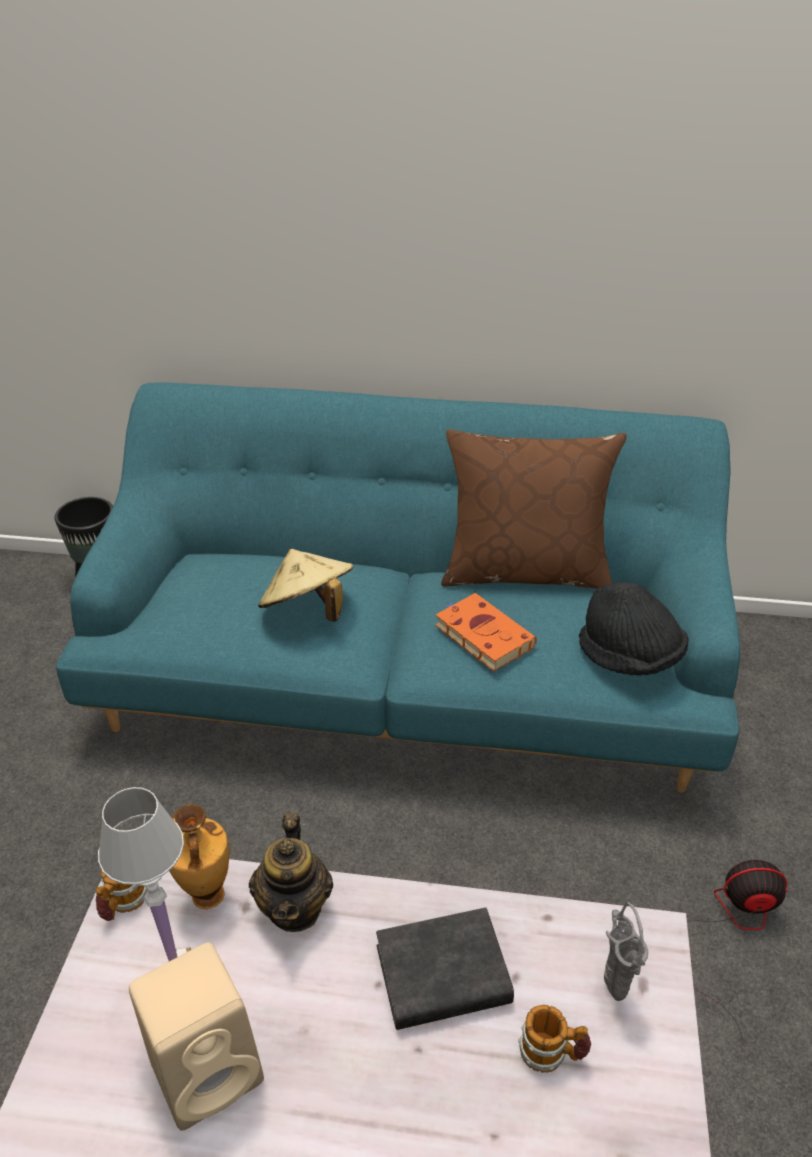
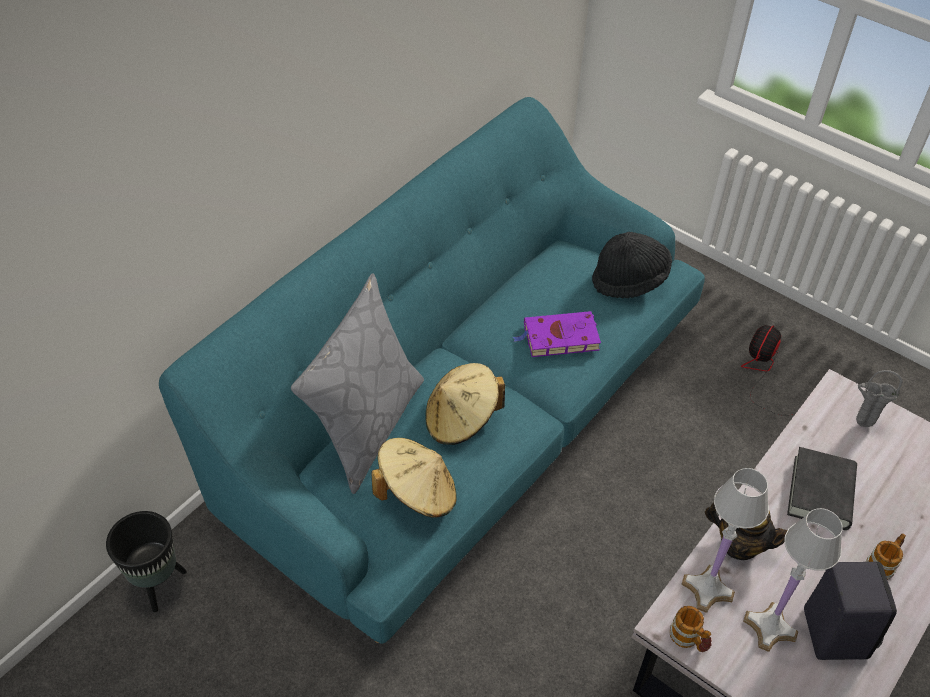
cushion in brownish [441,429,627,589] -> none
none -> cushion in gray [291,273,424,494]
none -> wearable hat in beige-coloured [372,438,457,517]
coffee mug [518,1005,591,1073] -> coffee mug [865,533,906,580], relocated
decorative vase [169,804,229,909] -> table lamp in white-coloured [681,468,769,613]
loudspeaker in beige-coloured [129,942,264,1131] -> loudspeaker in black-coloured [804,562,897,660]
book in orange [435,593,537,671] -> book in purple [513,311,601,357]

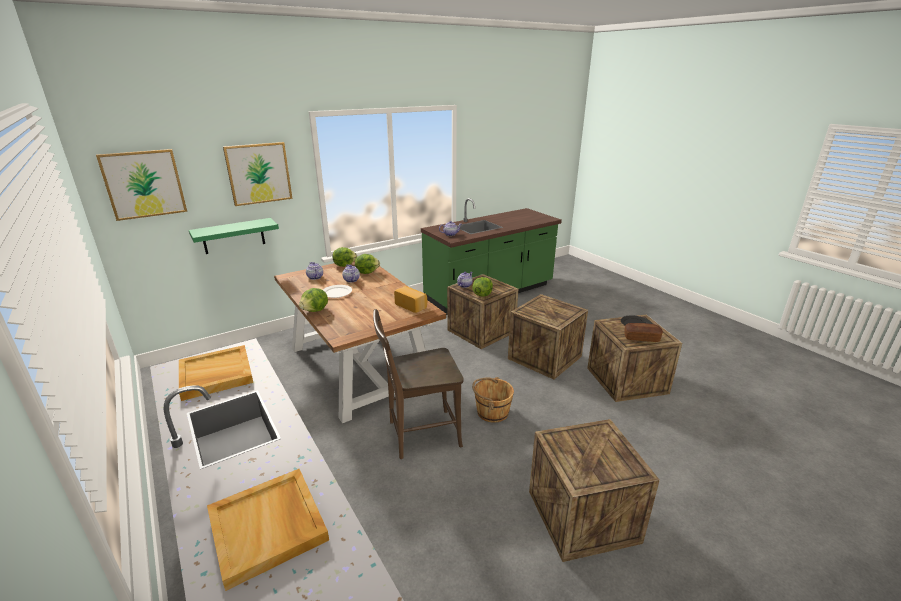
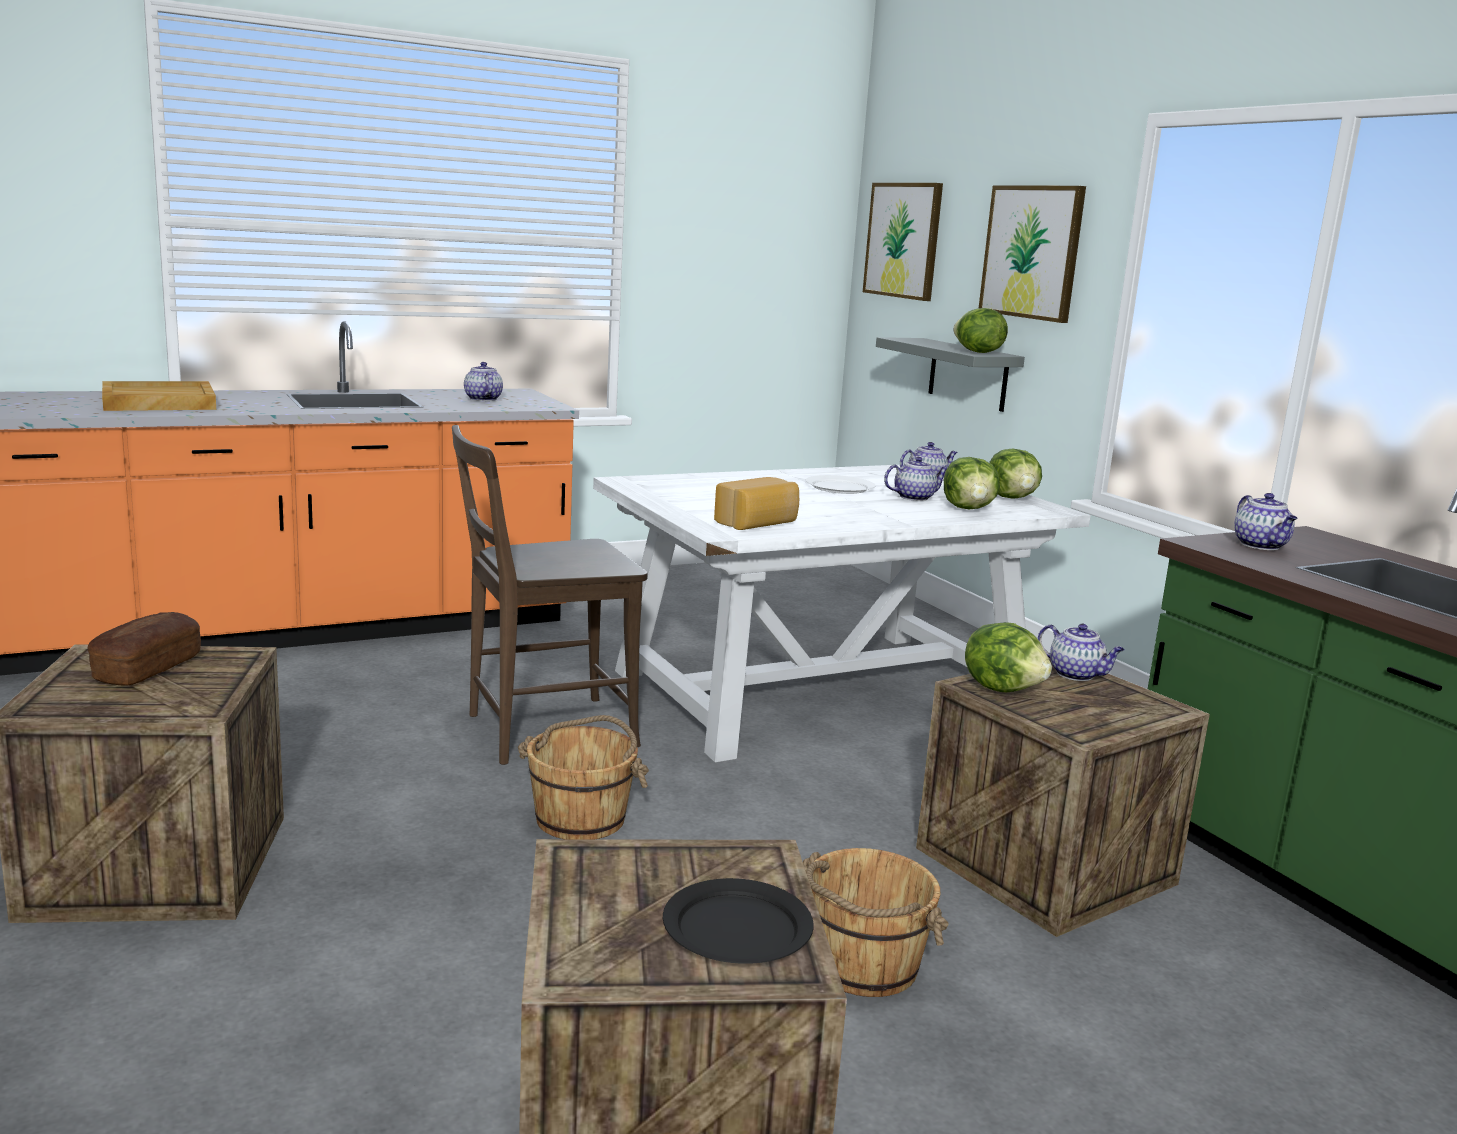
lettuce head [299,288,328,312] -> lettuce head [953,308,1008,353], relocated
bakery bread [624,323,663,342] -> bakery bread [87,612,201,686], relocated
serving tray in beige-coloured [179,345,253,401] -> tea pot [464,362,503,401]
crate [508,294,588,379] -> pail in brownish [803,848,949,997]
bracket shelf in green [189,218,279,254] -> bracket shelf in gray [876,337,1025,412]
kitchen table in brownish [274,261,446,423] -> kitchen table in white-coloured [593,464,1091,762]
plain chair in brownish [373,309,464,459] -> plain chair in brownish [452,425,648,765], 105 degrees counterclockwise

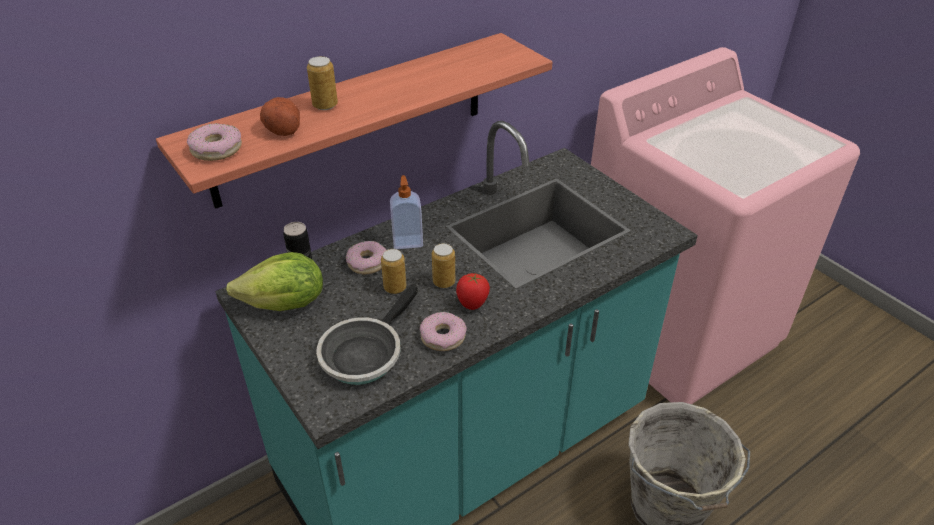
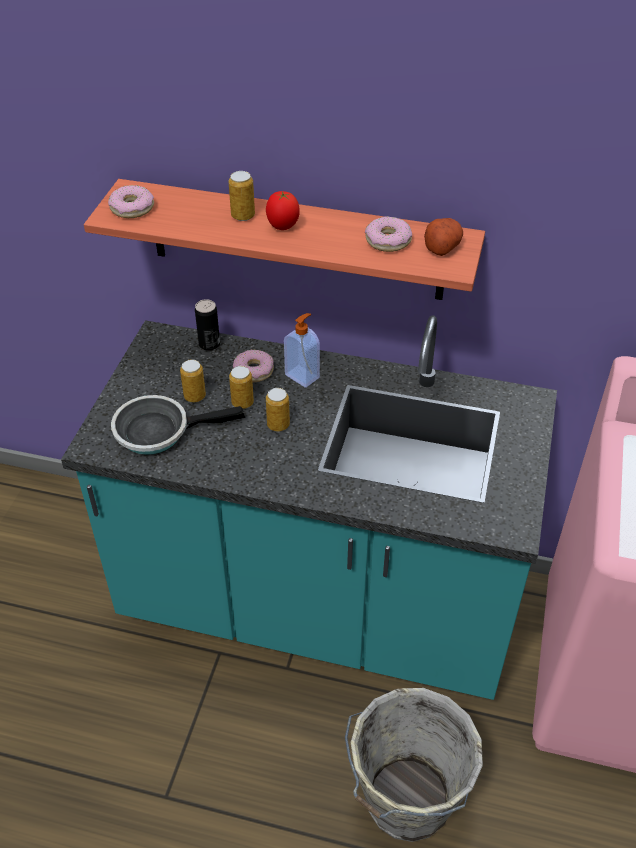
lettuce head [226,252,323,311] -> none
none -> sealed can [180,360,206,402]
potato [260,97,300,136] -> potato [424,218,463,256], relocated
doughnut [420,312,467,351] -> doughnut [365,216,412,252], relocated
tomato [456,273,490,310] -> tomato [266,191,300,230], relocated

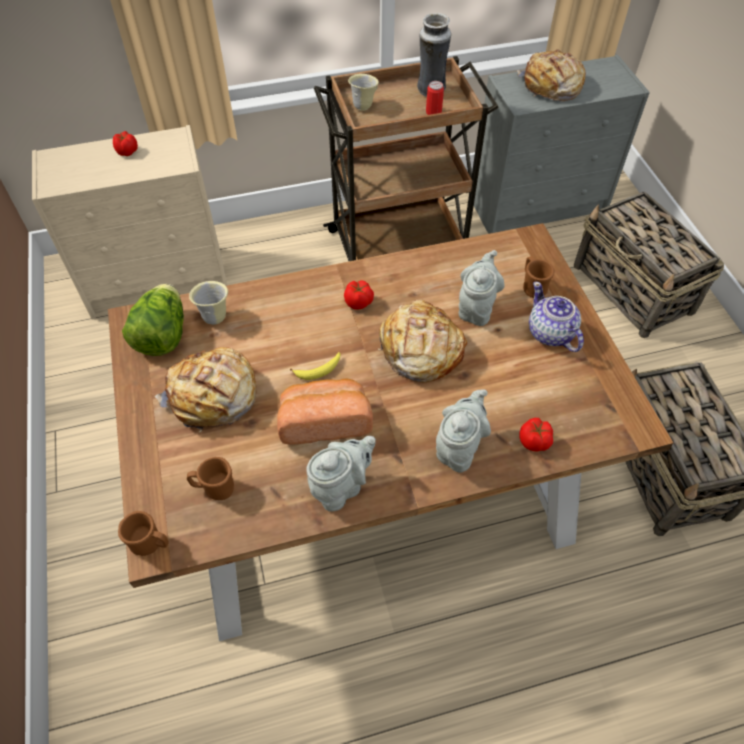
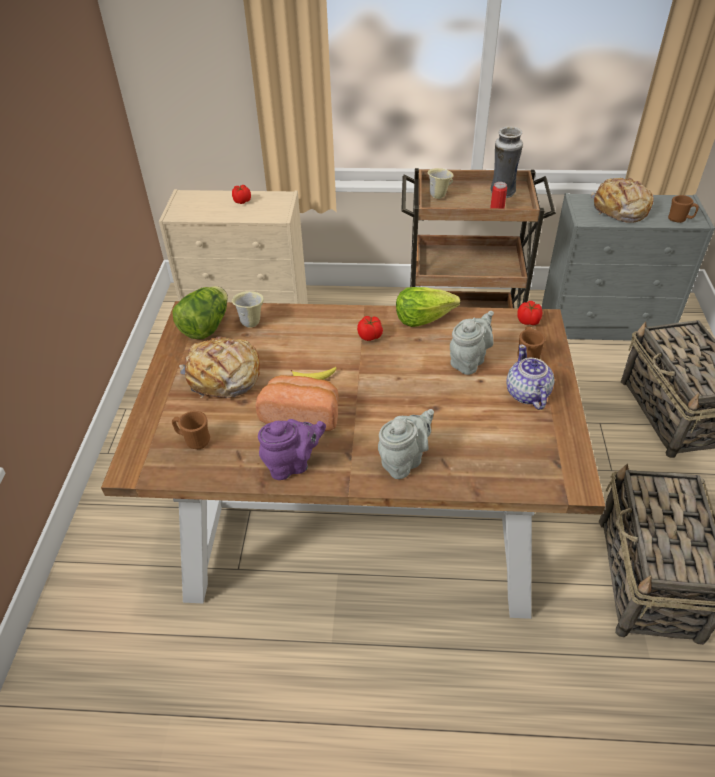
bakery bread [378,300,467,382] -> none
none -> lettuce head [396,287,460,327]
coffee mug in brownish [118,511,169,556] -> coffee mug in brownish [668,195,699,223], relocated
tomato [519,418,553,452] -> tomato [517,301,542,325], relocated
tea pot in gray [306,436,376,512] -> tea pot in purple [258,419,326,480]

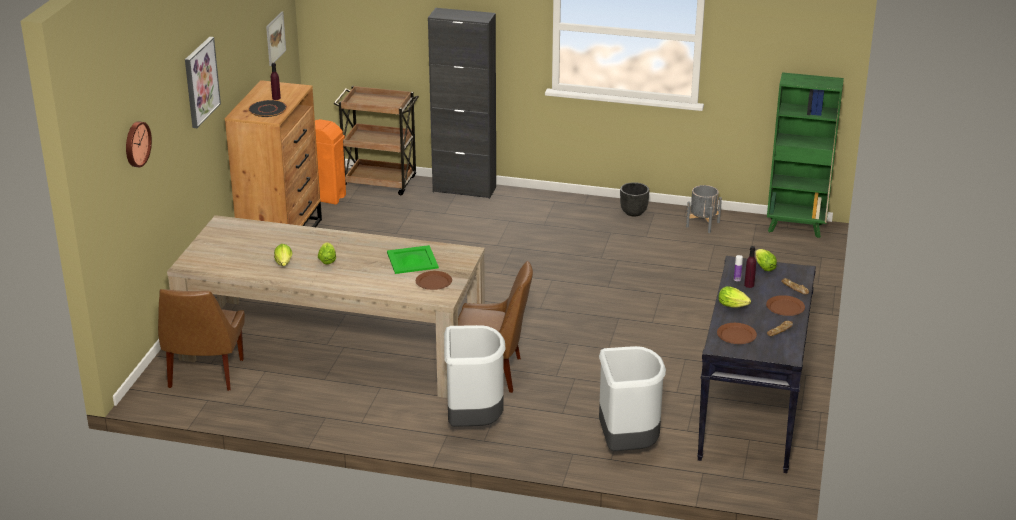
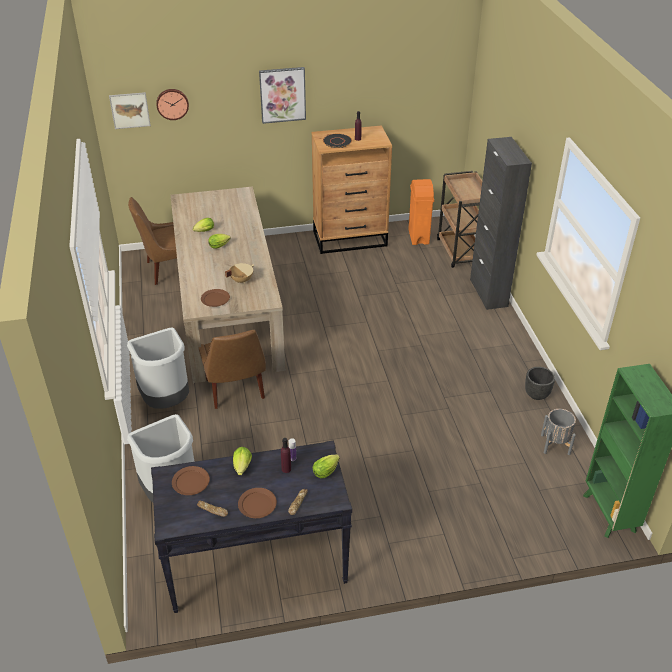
picture [266,11,286,66] -> picture [109,92,151,129], relocated
serving tray in green [387,245,439,274] -> saucepot in beige-coloured [225,263,254,283]

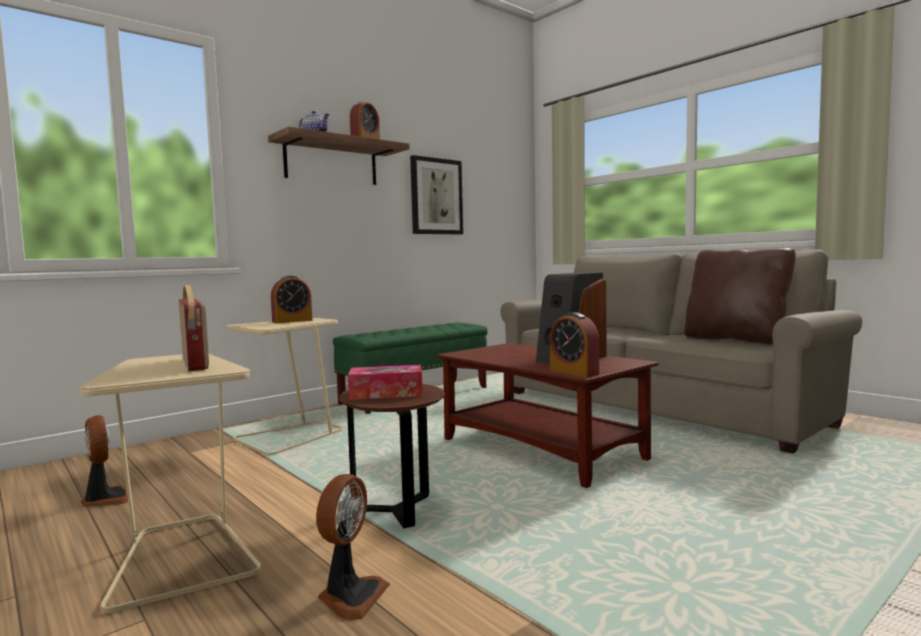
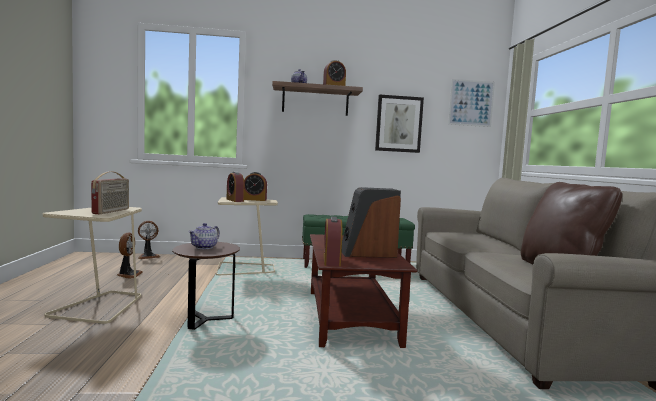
none -> alarm clock [227,172,244,202]
none -> picture [448,79,495,127]
cooling fan [316,474,390,621] -> cooling fan [138,221,160,259], relocated
tissue box [348,365,423,400] -> tea pot [188,223,220,249]

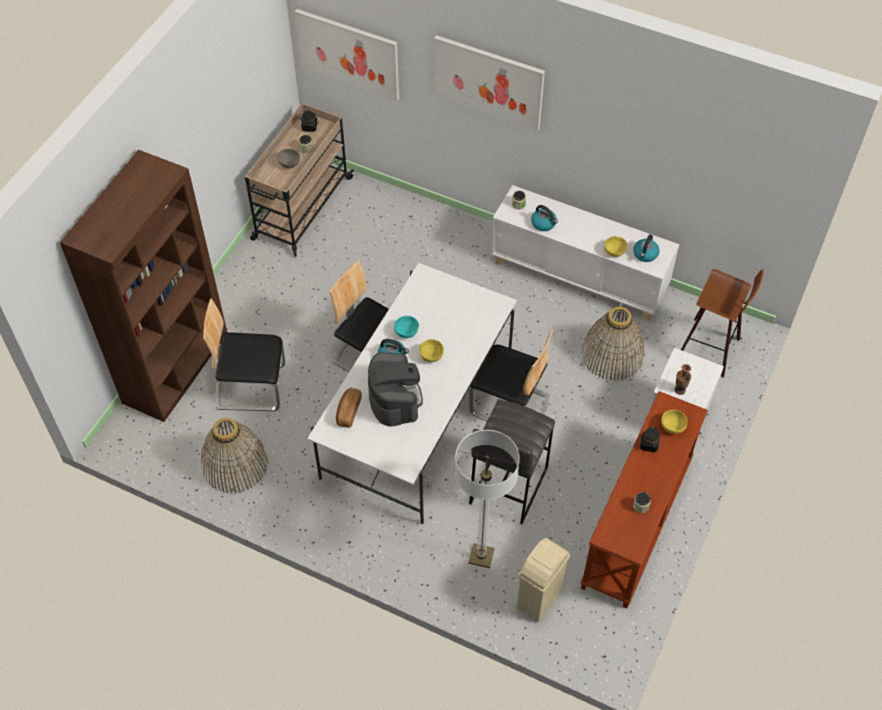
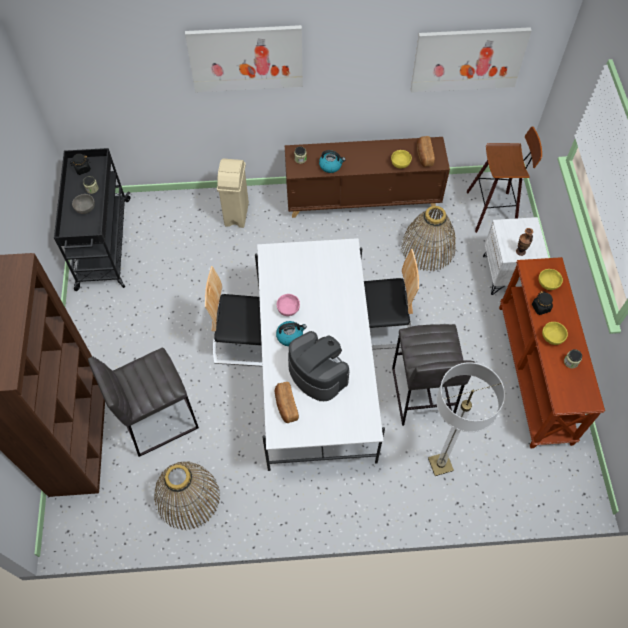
picture [295,9,399,101] -> picture [411,27,532,93], relocated
bowl in yellow [419,339,444,363] -> bowl in yellow [542,322,568,345], relocated
trash can in beige-coloured [516,538,570,622] -> trash can in beige-coloured [217,159,249,228], relocated
plain chair [203,298,285,411] -> stool in gray [88,348,199,457]
water kettle [633,234,659,262] -> bakery bread [417,136,435,167]
cart in beige-coloured [245,103,354,257] -> cart in black-coloured [54,148,131,291]
bowl in turquoise-coloured [394,316,419,338] -> bowl in pinkish [277,294,300,316]
cabinet in white-coloured [491,185,679,321] -> cabinet in brownish [285,137,450,218]

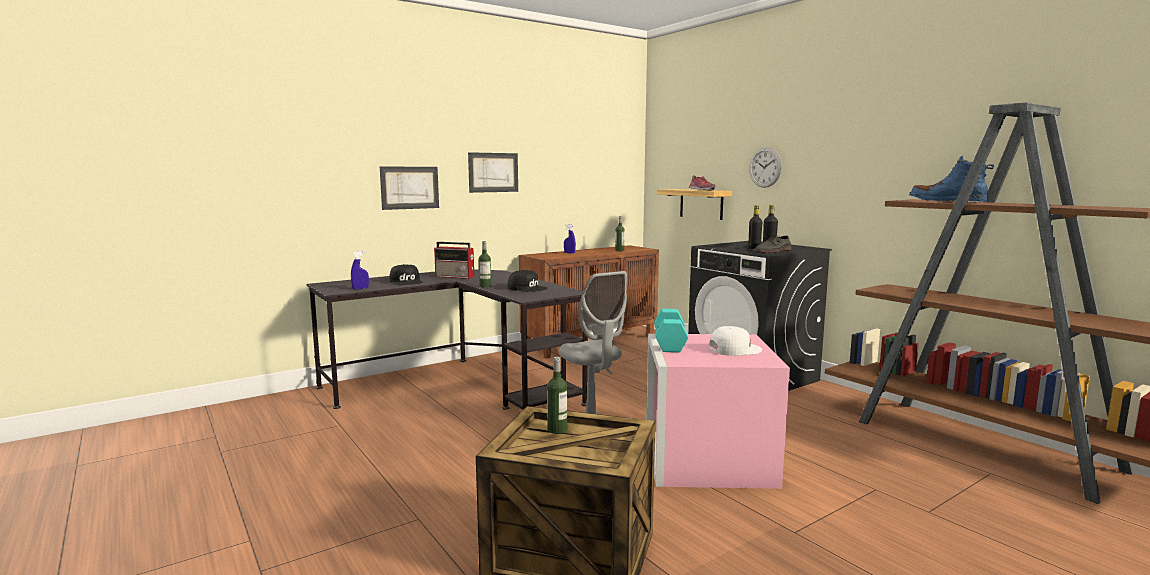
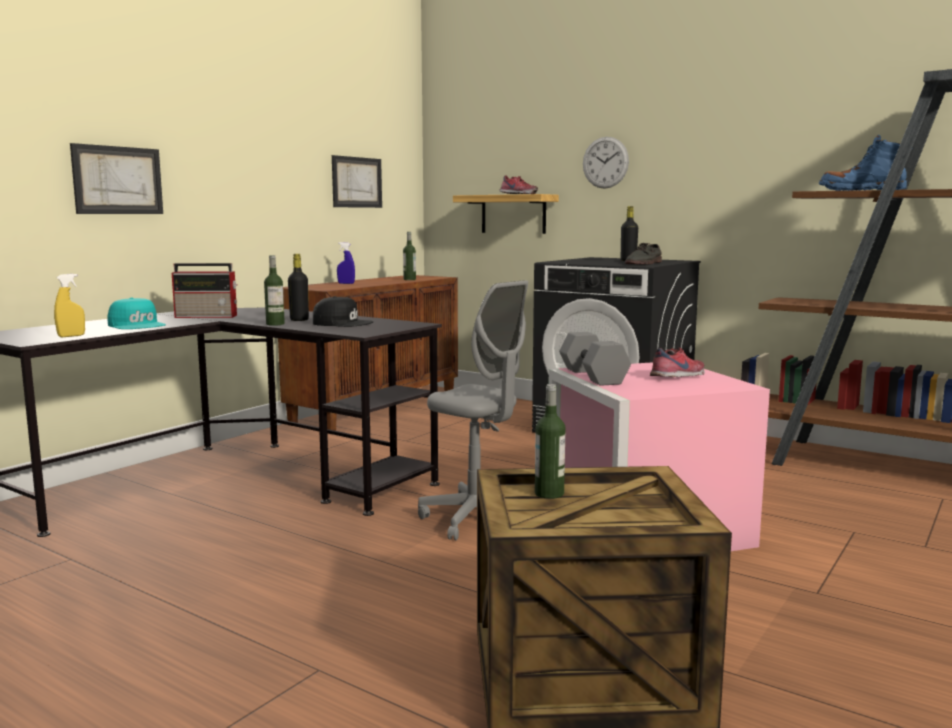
picture [468,152,518,193] -> picture [332,155,382,208], relocated
drink bottle in black-coloured [748,205,762,249] -> drink bottle in black-coloured [288,254,309,321], relocated
baseball cap in white-coloured [709,326,762,356] -> low shoe [650,347,705,377]
spray bottle in blue-coloured [351,251,369,289] -> spray bottle in yellow [54,274,85,337]
baseball cap in black-coloured [389,264,422,285] -> baseball cap in turquoise-coloured [108,297,166,329]
free weight in turquoise-coloured [654,309,688,352] -> free weight in gray [559,332,631,386]

